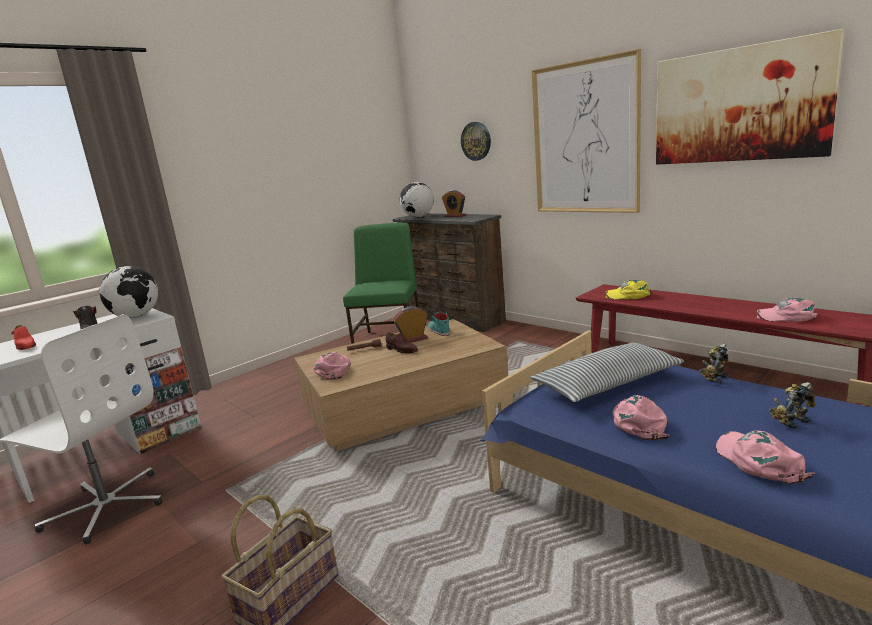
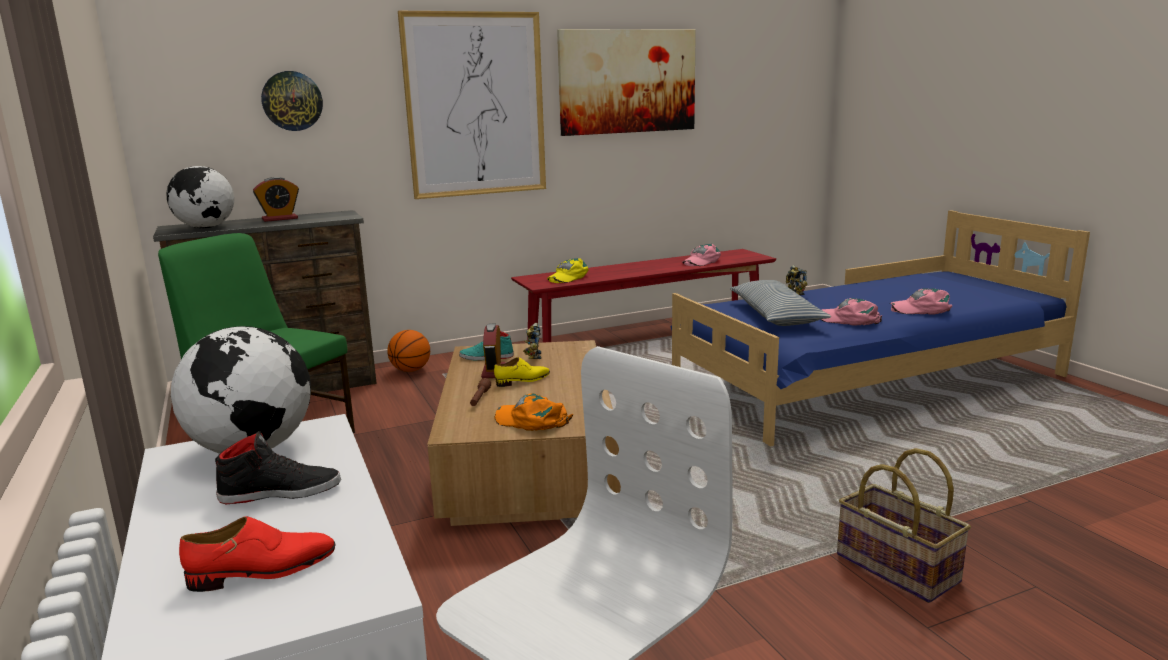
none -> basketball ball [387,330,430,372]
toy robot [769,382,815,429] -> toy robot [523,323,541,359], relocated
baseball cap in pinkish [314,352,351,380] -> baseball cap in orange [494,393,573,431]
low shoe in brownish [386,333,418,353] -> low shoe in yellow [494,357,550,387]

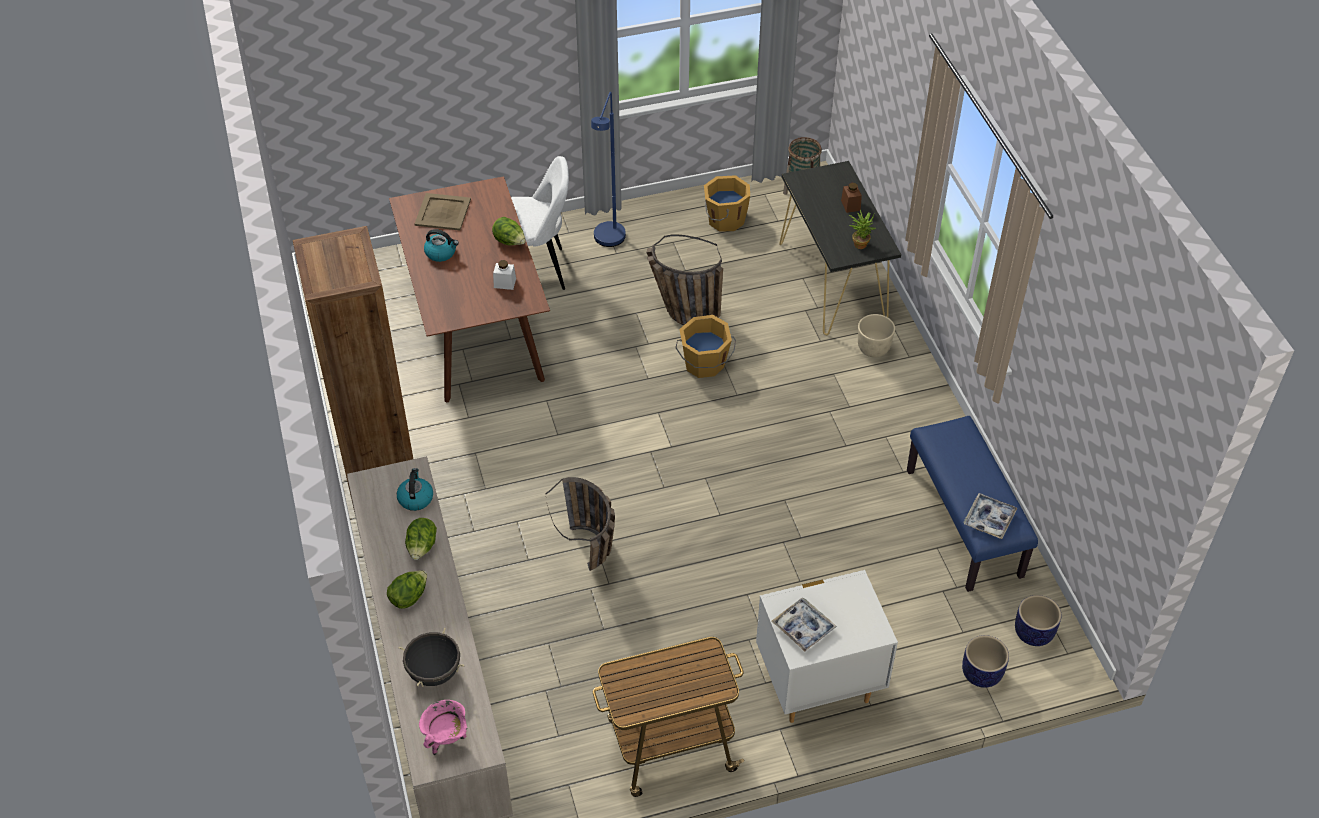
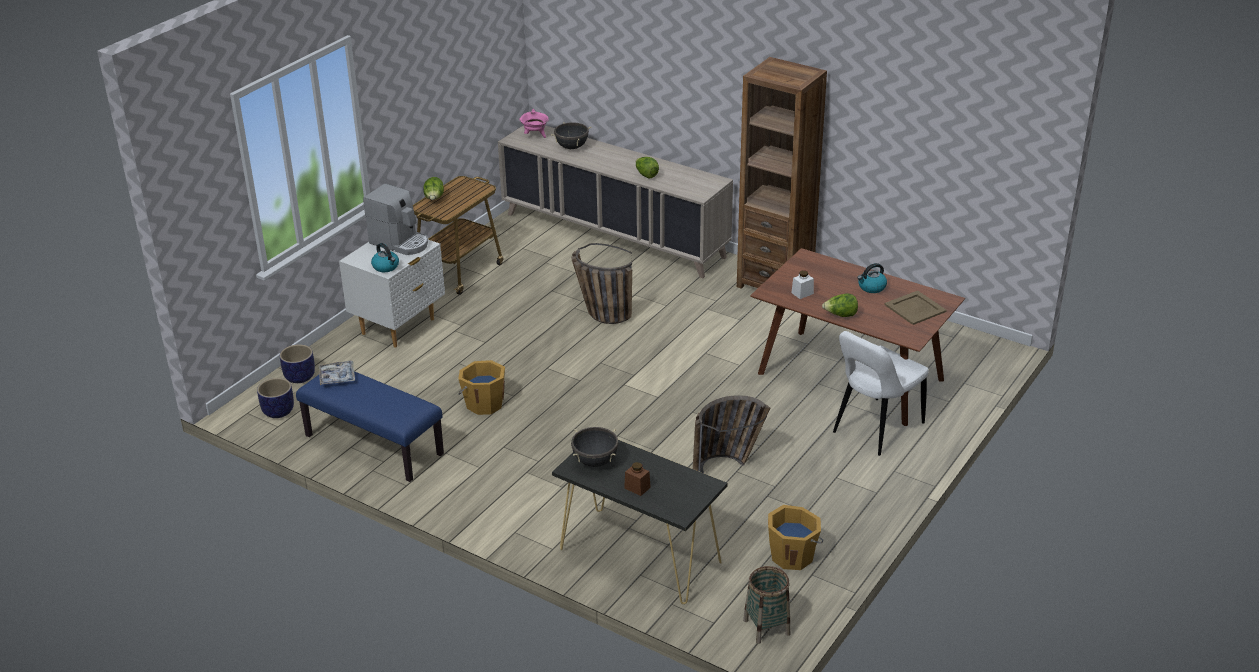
floor lamp in blue-coloured [591,92,626,247] -> none
flower pot in beige-coloured [858,314,895,358] -> none
lettuce head [387,570,427,609] -> lettuce head [423,177,444,200], relocated
water kettle [397,468,433,511] -> water kettle [371,243,399,272], relocated
pail in orange [675,315,736,378] -> pail in orange [458,360,505,415], relocated
serving tray [771,598,837,652] -> coffee machine [363,183,428,255]
potted plant [849,210,876,249] -> saucepot in black-coloured [571,427,619,467]

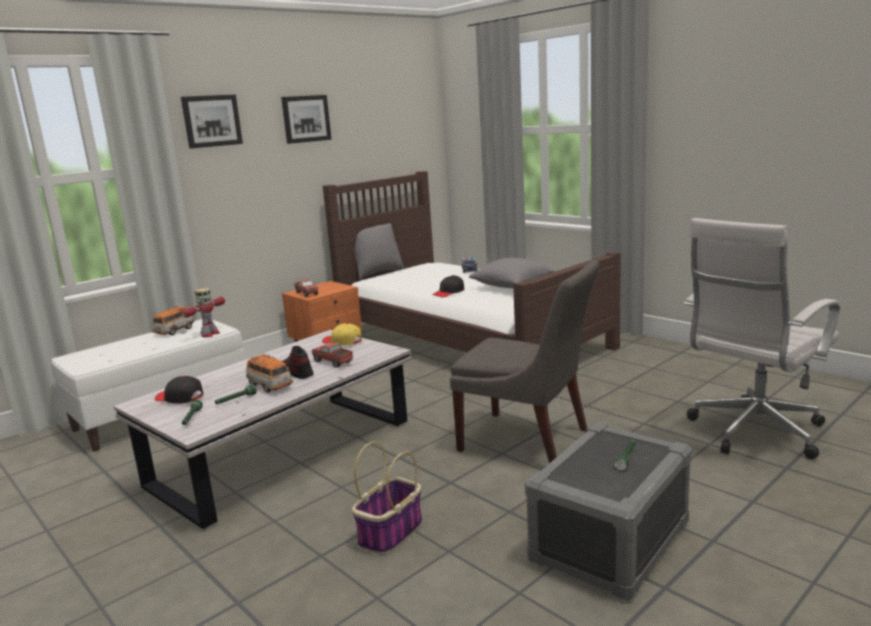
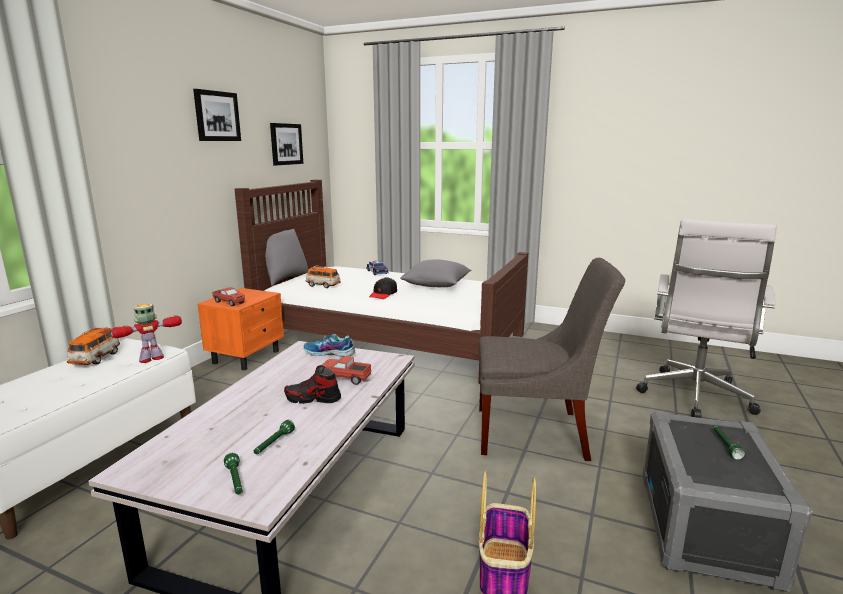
baseball cap in black-coloured [155,376,203,404] -> none
picture [181,94,243,149] -> picture [270,123,303,165], relocated
miniature car [246,353,293,393] -> miniature car [306,266,341,288], relocated
baseball cap in yellow [322,323,362,345] -> low shoe [303,334,355,357]
toy robot [182,288,225,337] -> toy robot [111,303,182,363], 135 degrees counterclockwise

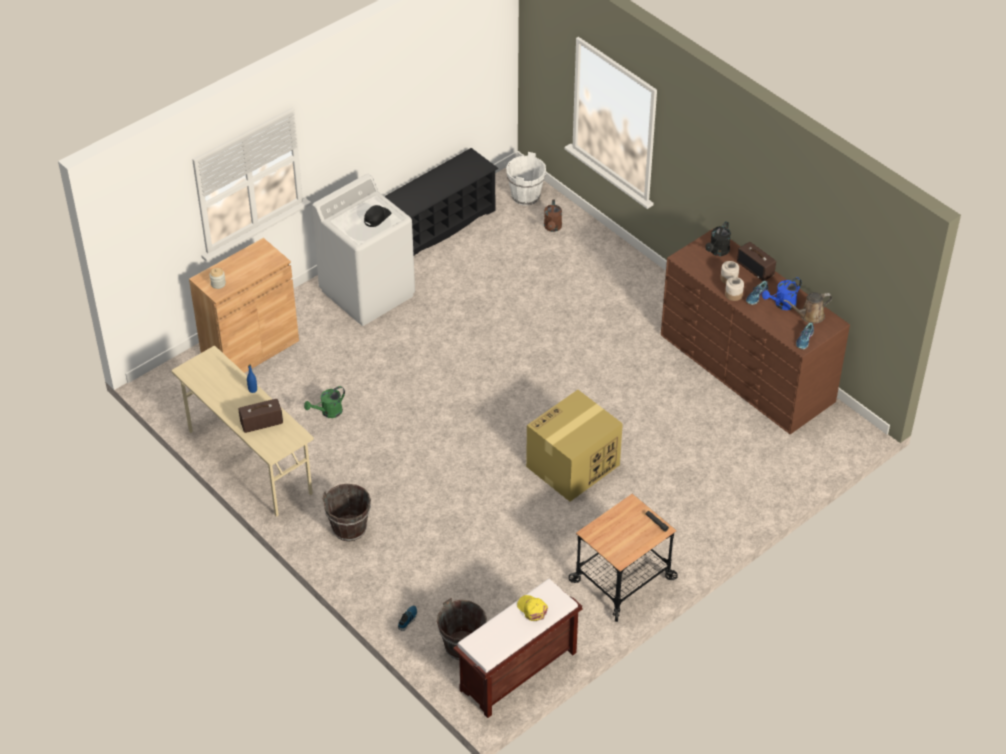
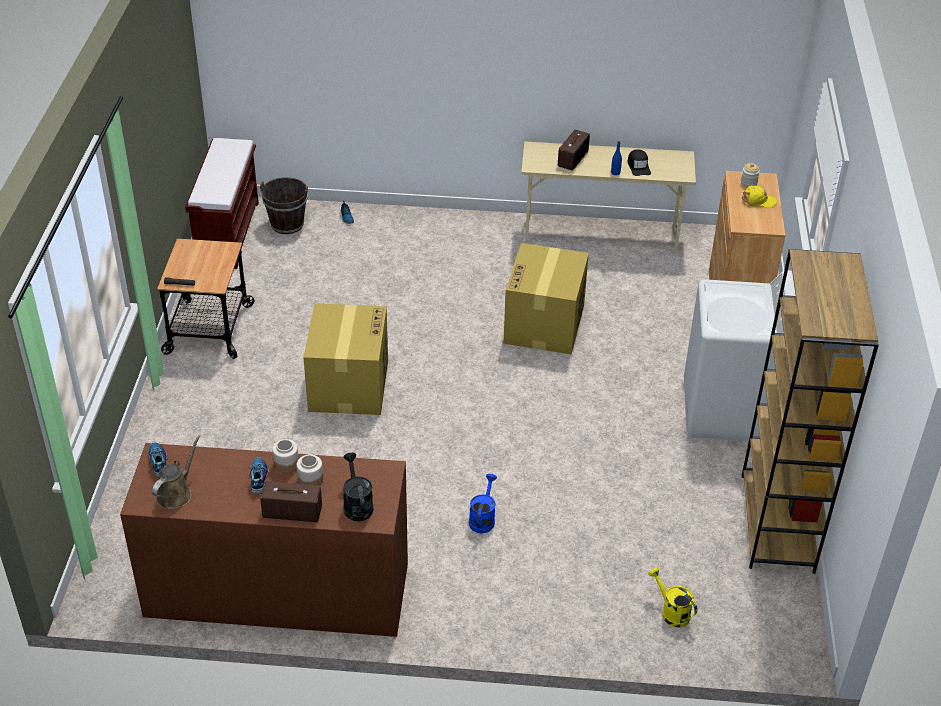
watering can in green [304,386,345,418] -> none
pail in brownish [322,484,371,542] -> none
pail in white-coloured [506,152,546,206] -> none
none -> carton [503,243,589,354]
baseball cap in black-coloured [364,205,391,227] -> baseball cap in black-coloured [628,149,651,176], relocated
baseball cap in yellow [517,595,548,621] -> baseball cap in yellow [742,185,777,208], relocated
watering can in blue-coloured [762,277,802,310] -> watering can in blue-coloured [469,474,497,533], relocated
shoe stand in black-coloured [384,148,498,255] -> shelving unit in brownish [742,249,879,574]
watering can in brownish [544,199,562,232] -> watering can in yellow [648,567,697,627]

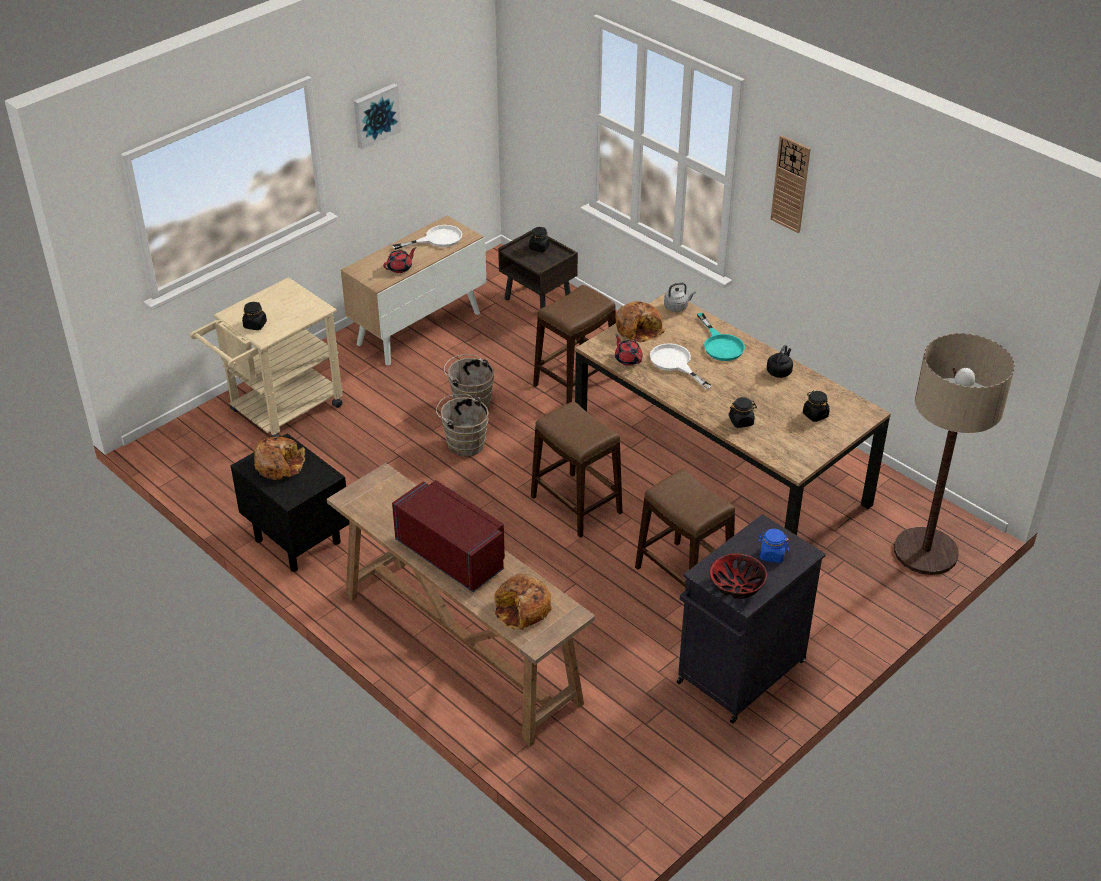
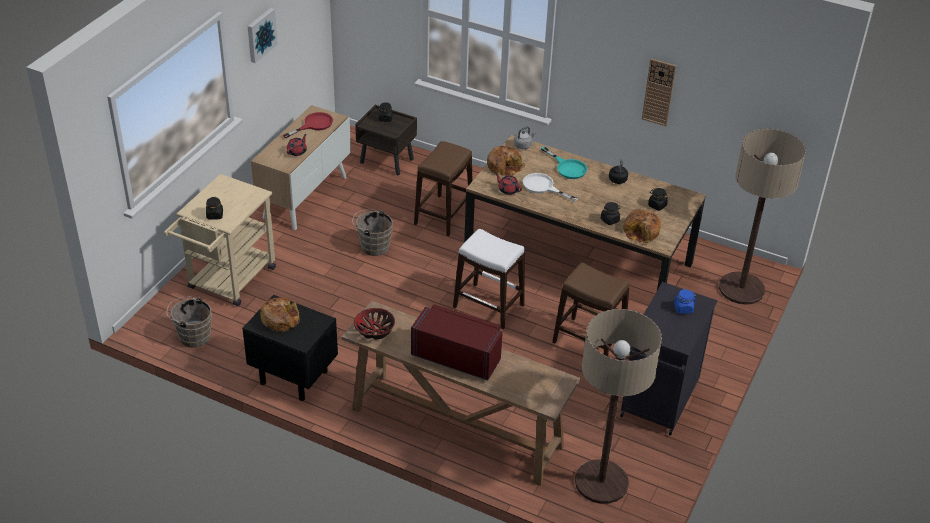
none -> floor lamp [575,309,662,504]
pail in brownish [436,394,489,457] -> pail in brownish [166,296,212,348], relocated
bakery bread [494,573,552,630] -> bakery bread [622,209,661,243], relocated
bowl [709,553,767,599] -> bowl [354,308,395,340], relocated
hanging clock [771,135,811,233] -> hanging clock [642,59,676,126], relocated
frying pan in white-coloured [392,225,462,250] -> frying pan in red-coloured [283,112,333,138]
stool in brownish [531,401,622,538] -> stool in white-coloured [453,229,525,329]

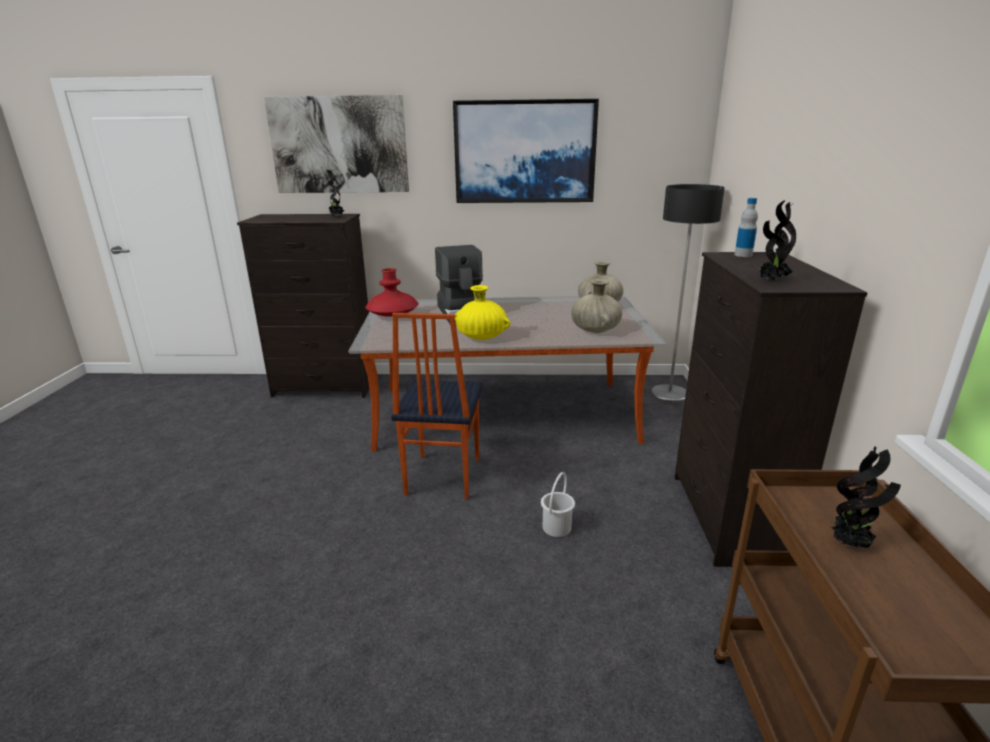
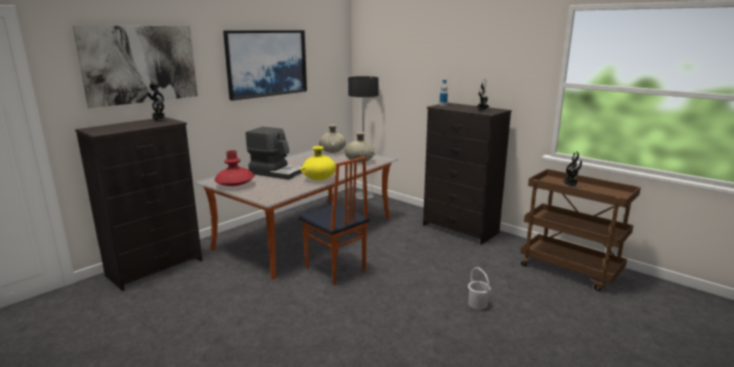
pail in white-coloured [541,472,575,537] -> pail in white-coloured [468,267,491,310], relocated

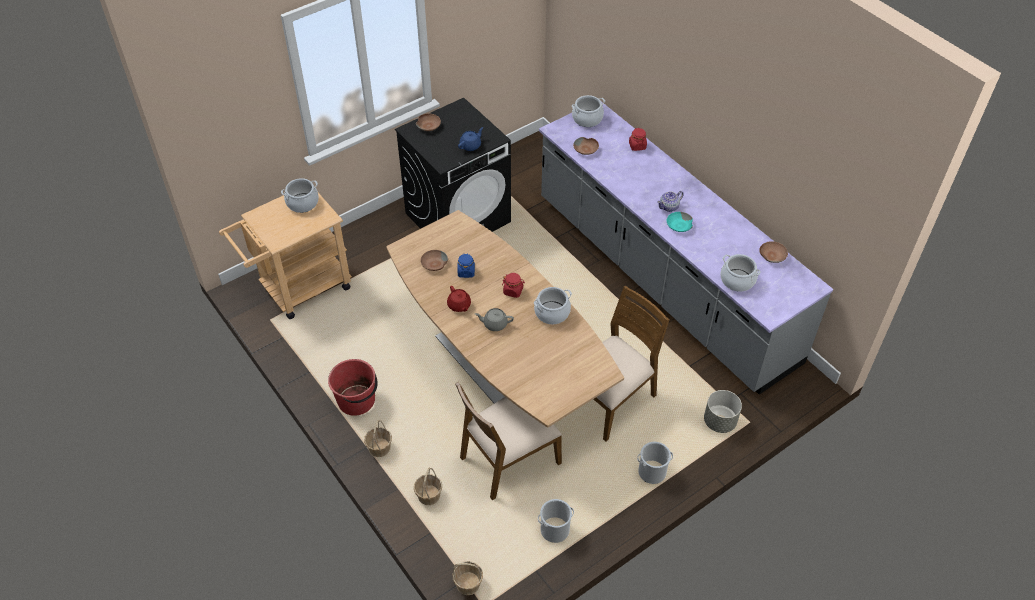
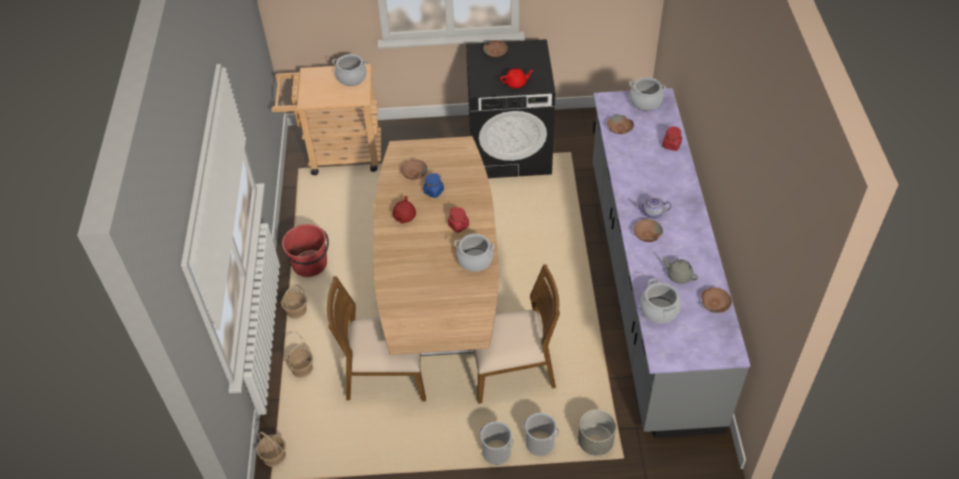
tea pot in gray [475,308,514,331] -> tea pot in gray [662,257,698,284], relocated
pail [538,499,574,543] -> pail [523,413,559,456], relocated
tea pot in blue-coloured [458,127,483,151] -> tea pot in red-coloured [500,68,534,88]
bowl in turquoise-coloured [667,212,693,232] -> bowl in brownish [633,219,663,242]

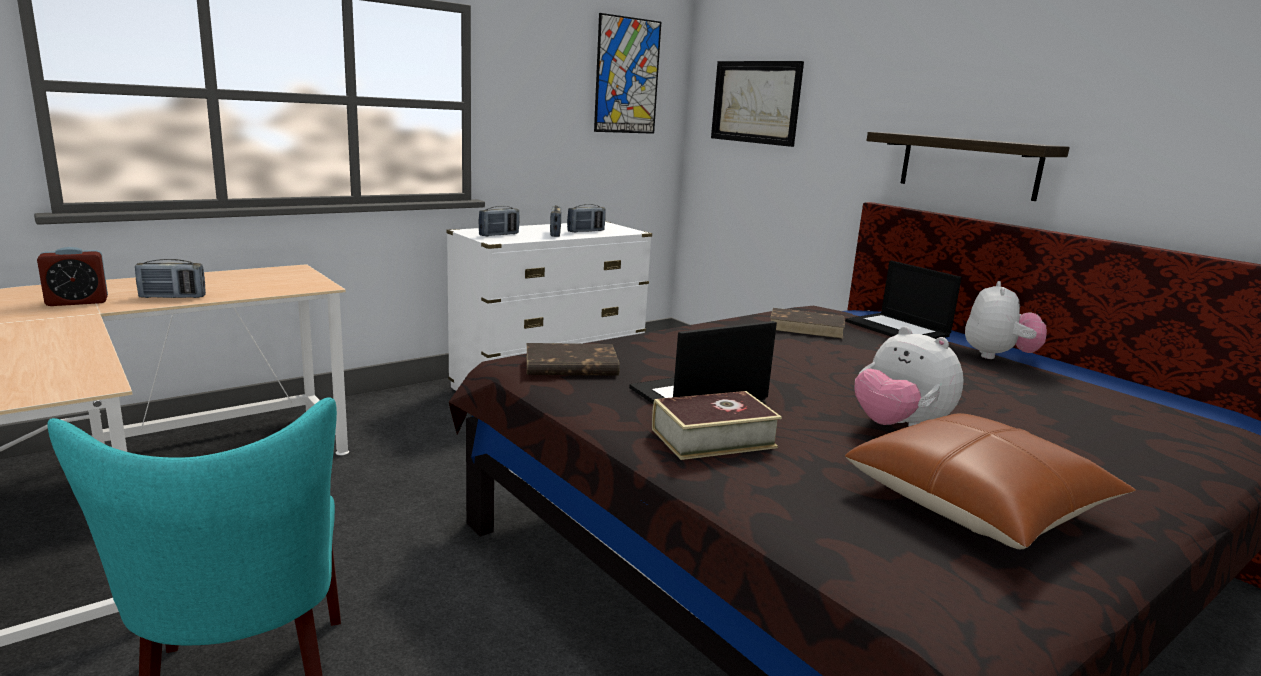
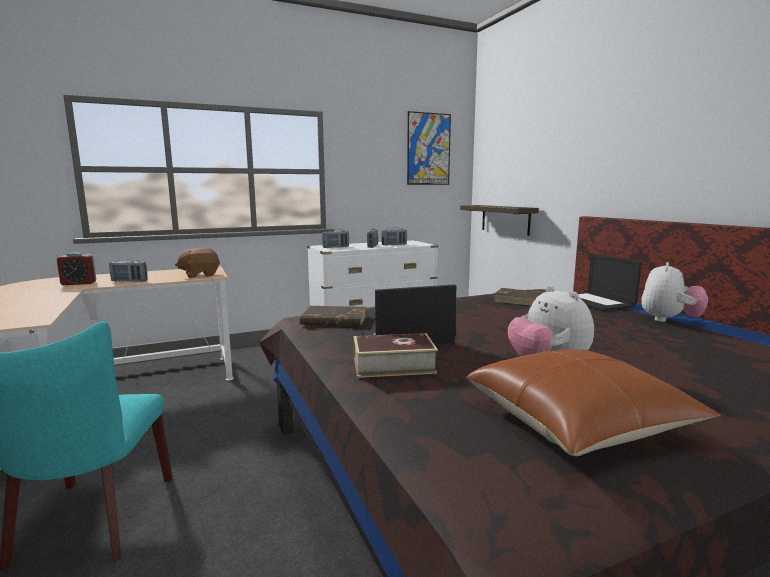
picture [711,61,804,147] -> none
none -> soft toy in brownish [175,248,220,278]
bracket shelf [866,132,1070,201] -> bracket shelf [460,205,539,236], relocated

